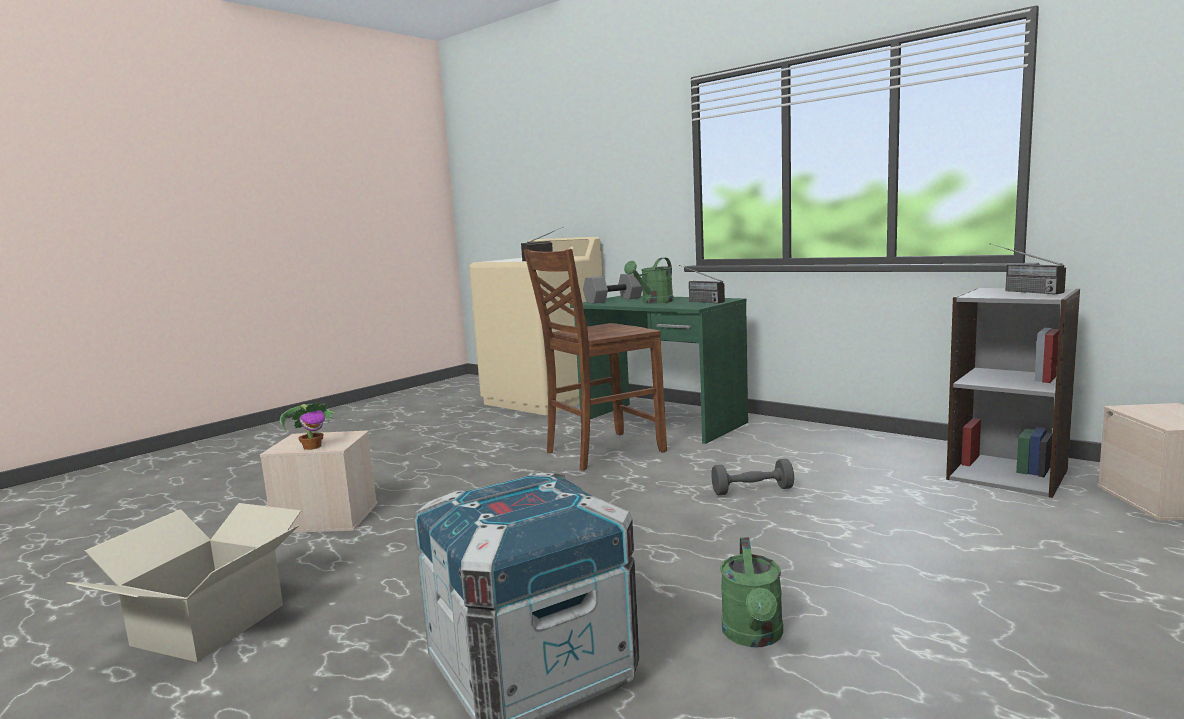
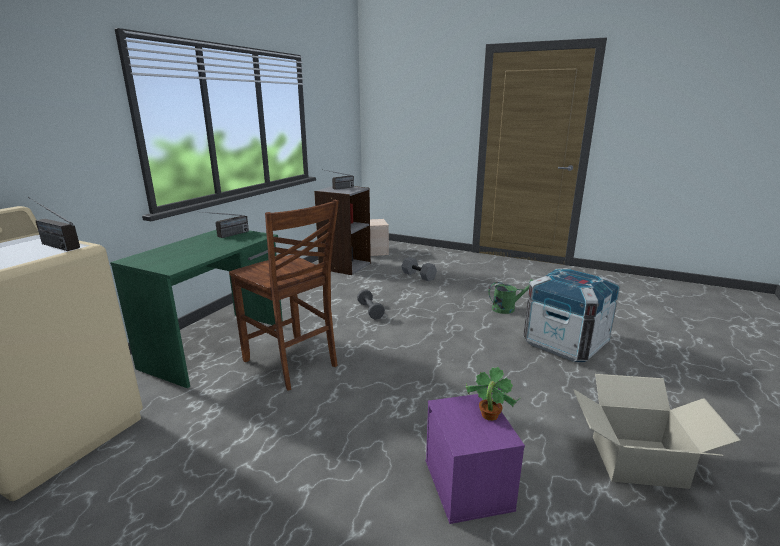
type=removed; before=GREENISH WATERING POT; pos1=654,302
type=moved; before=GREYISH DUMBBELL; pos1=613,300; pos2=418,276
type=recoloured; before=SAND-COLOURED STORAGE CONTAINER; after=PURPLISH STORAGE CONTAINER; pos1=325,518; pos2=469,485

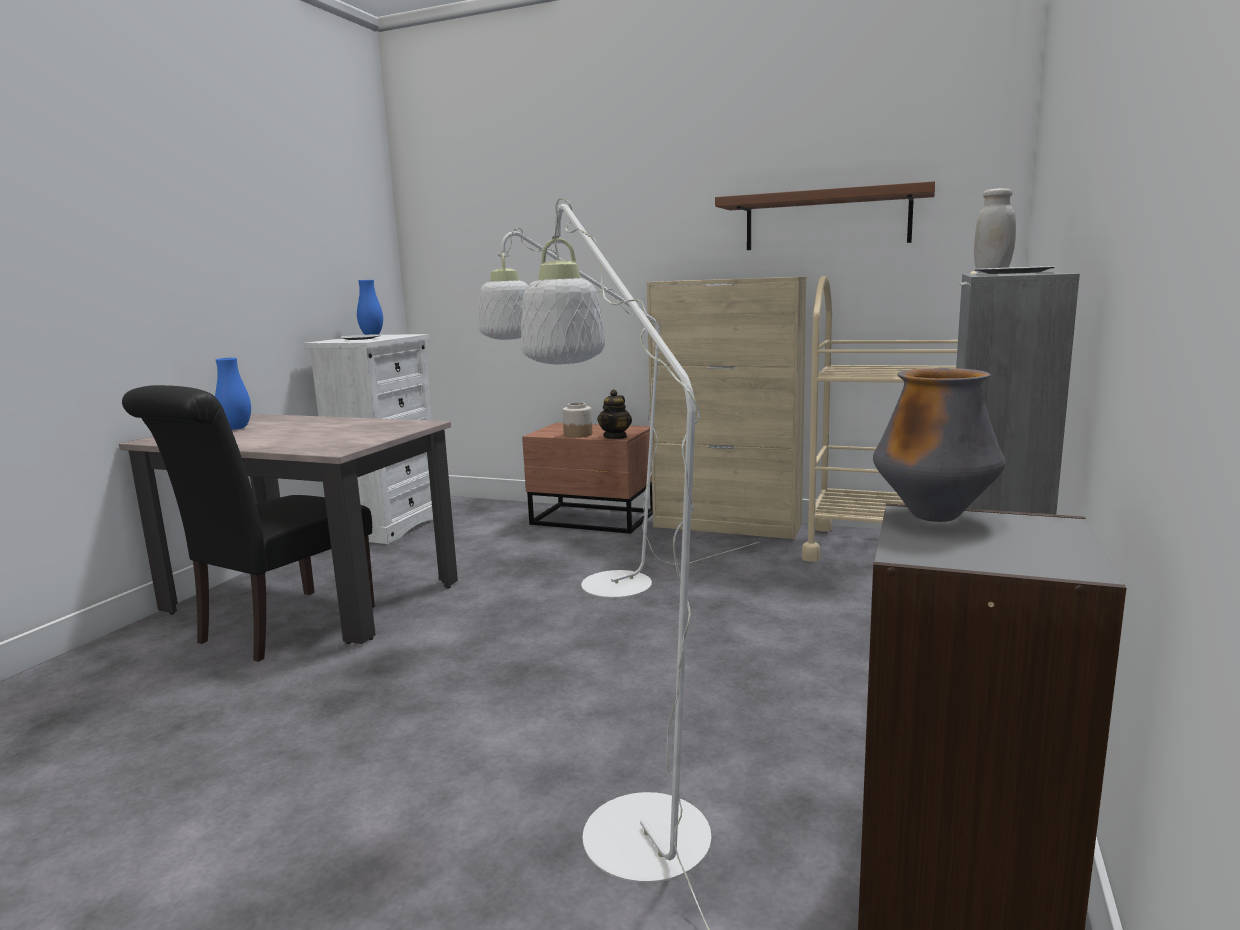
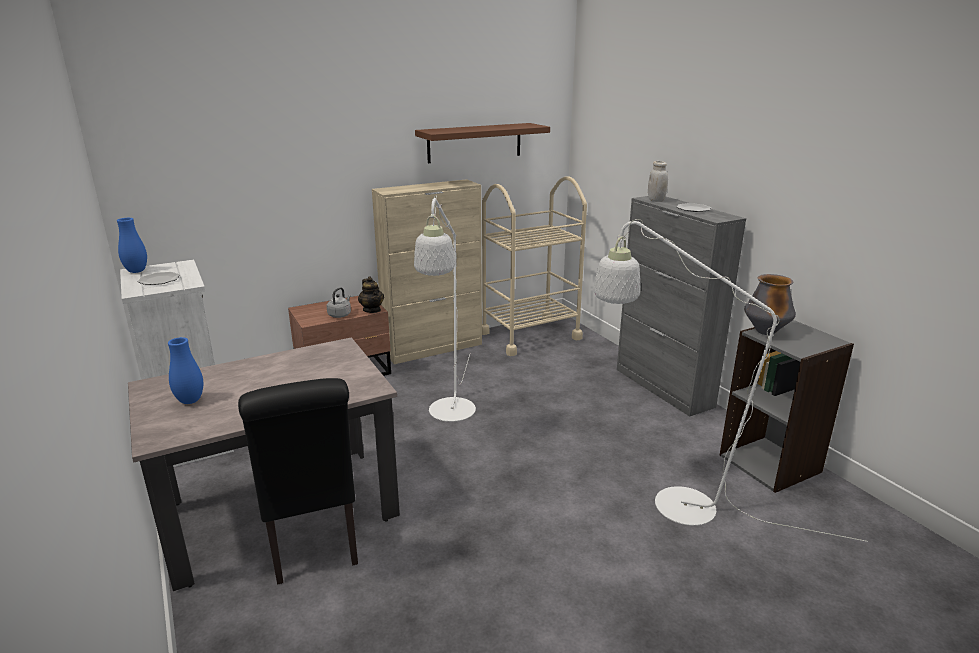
type=replaced; before=JAR; after=GREYISH WATER KETTLE; pos1=578,434; pos2=340,315

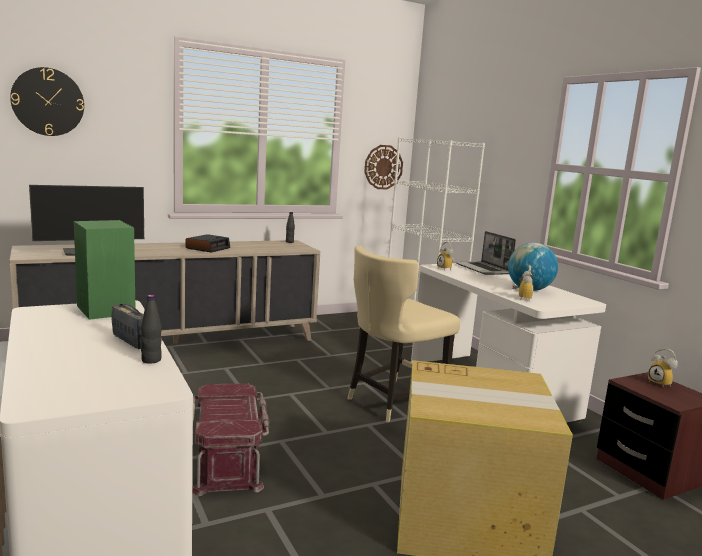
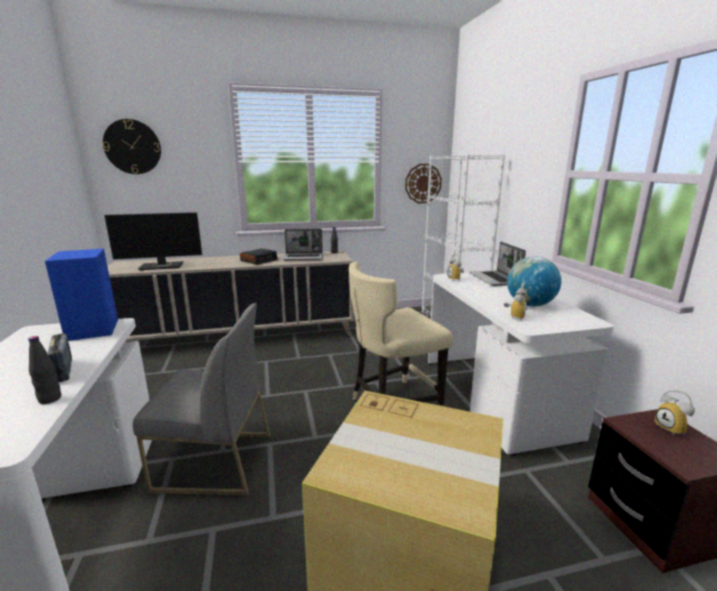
type=recoloured; before=GREENISH SPEAKER; after=BLUISH SPEAKER; pos1=105,309; pos2=93,329
type=replaced; before=RED-COLOURED STORAGE CONTAINER; after=GREYISH UPRIGHT CHAIR; pos1=229,459; pos2=213,462
type=added; after=PORTABLE COMPUTER; pos2=304,257

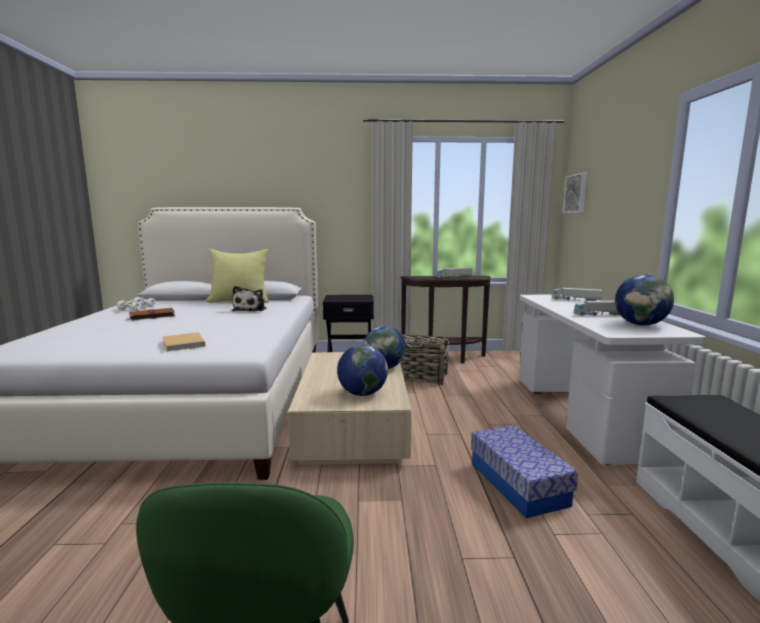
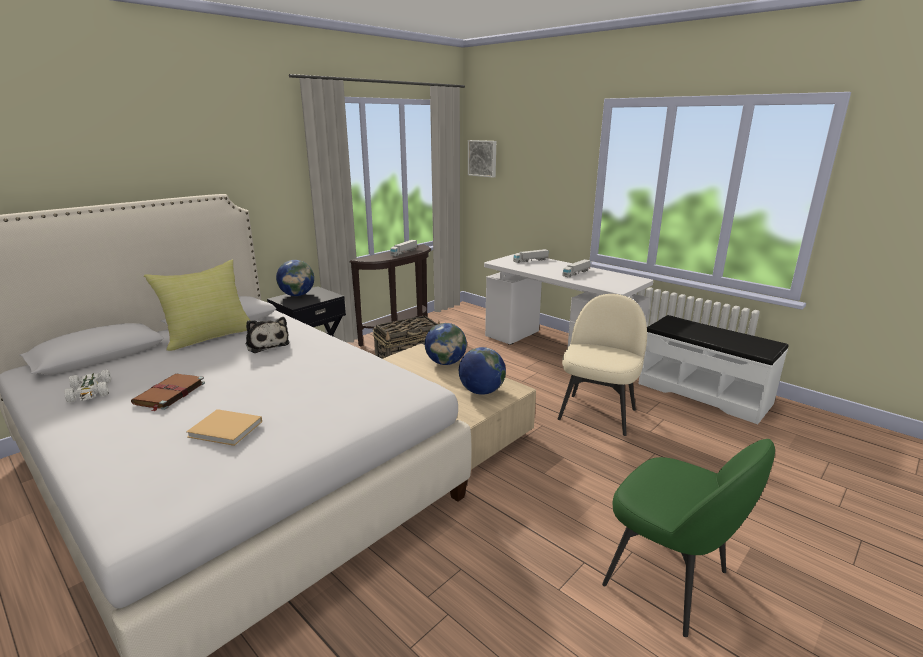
type=moved; before=GLOBE; pos1=640,324; pos2=297,295
type=moved; before=SAND-COLOURED BOUND BOOK; pos1=183,344; pos2=227,429
type=replaced; before=STORAGE CONTAINER; after=SAND-COLOURED UPRIGHT CHAIR; pos1=518,484; pos2=598,413

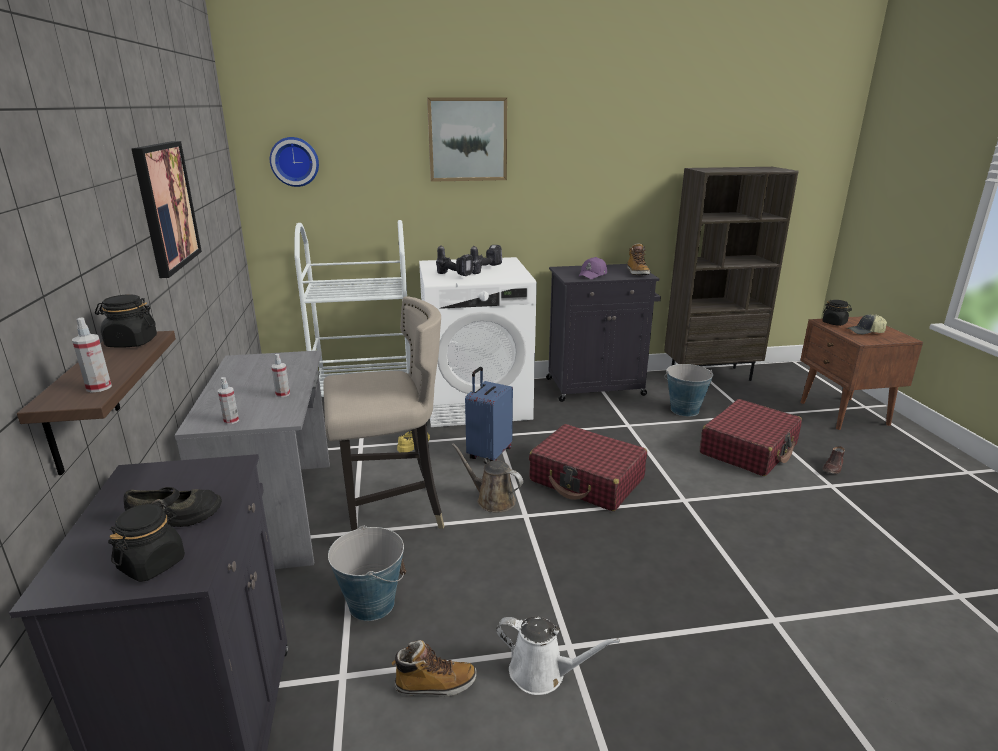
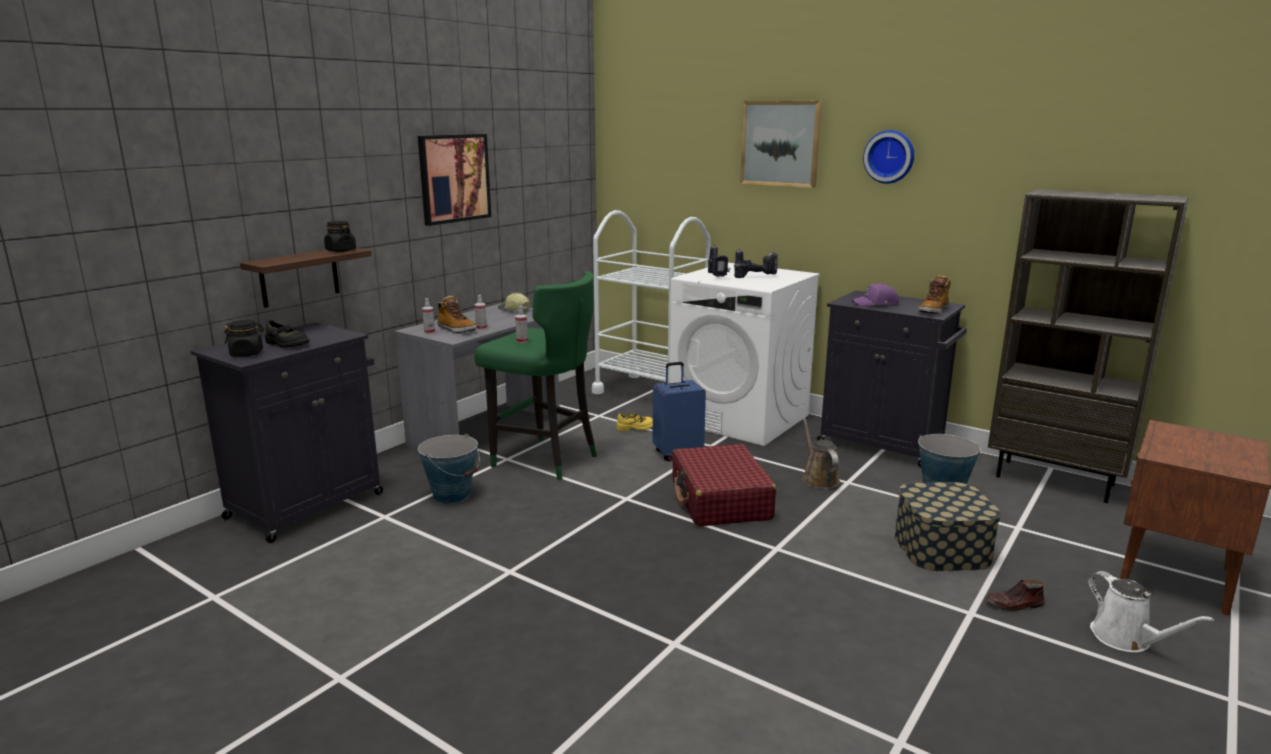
type=moved; before=HANGING CLOCK; pos1=295,161; pos2=890,156
type=recoloured; before=SAND-COLOURED STOOL; after=GREENISH STOOL; pos1=391,514; pos2=544,459
type=removed; before=BLACK JAR; pos1=834,323
type=moved; before=CAP; pos1=865,332; pos2=513,310
type=moved; before=SPRAYER; pos1=99,387; pos2=522,341
type=replaced; before=RED-COLOURED SUITCASE; after=STORAGE CONTAINER; pos1=749,449; pos2=941,548
type=moved; before=BROWN-COLOURED WATERING POT; pos1=492,500; pos2=818,479
type=moved; before=WHITISH WATERING POT; pos1=542,673; pos2=1125,639
type=moved; before=HIGH-TOP BOOT; pos1=435,685; pos2=456,330

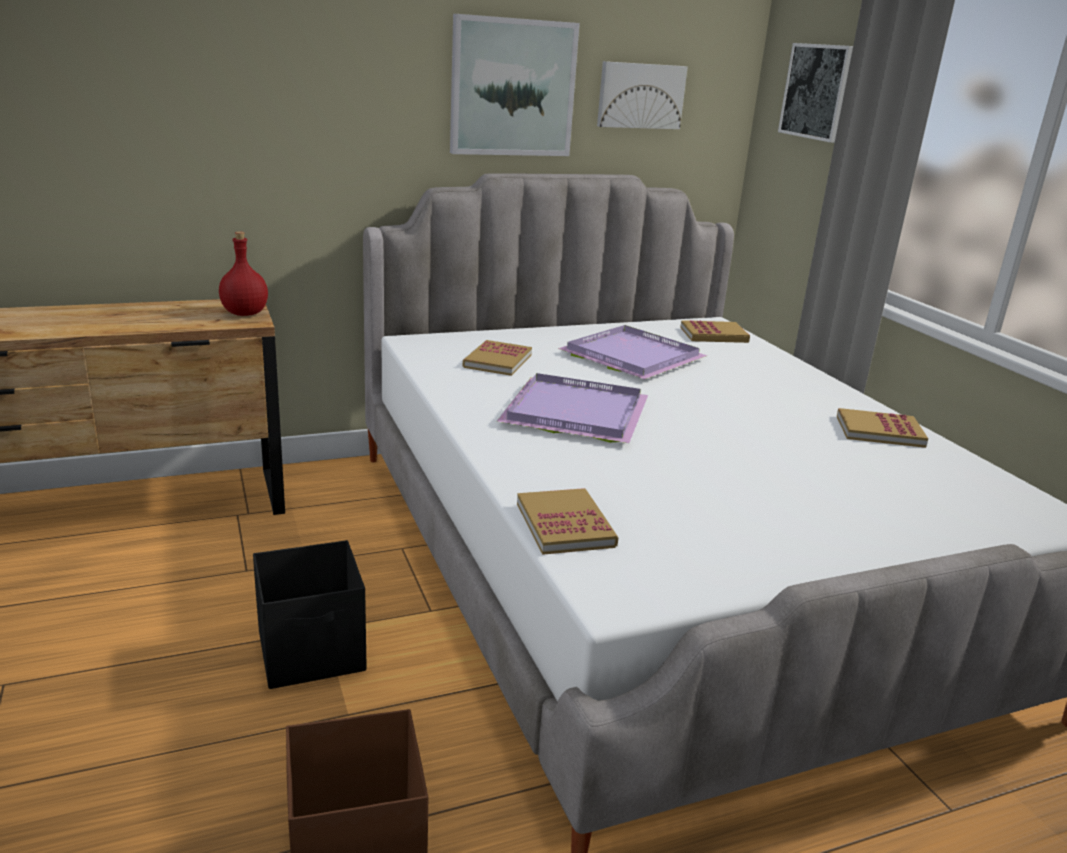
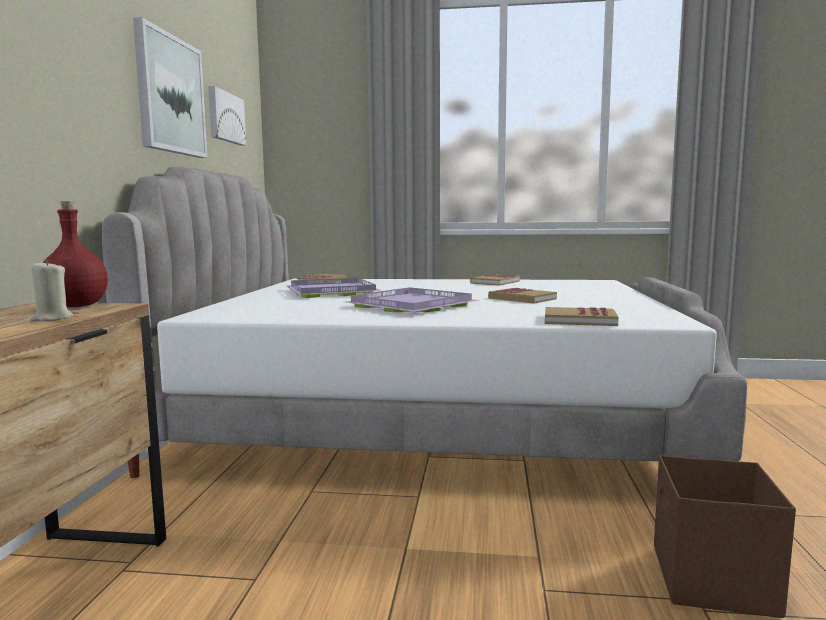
type=removed; before=WALL ART; pos1=819,92
type=moved; before=BOUND BOOK; pos1=497,361; pos2=522,298
type=removed; before=BLACK STORAGE CONTAINER; pos1=313,653
type=added; after=SAND-COLOURED WAX LIGHT; pos2=51,319

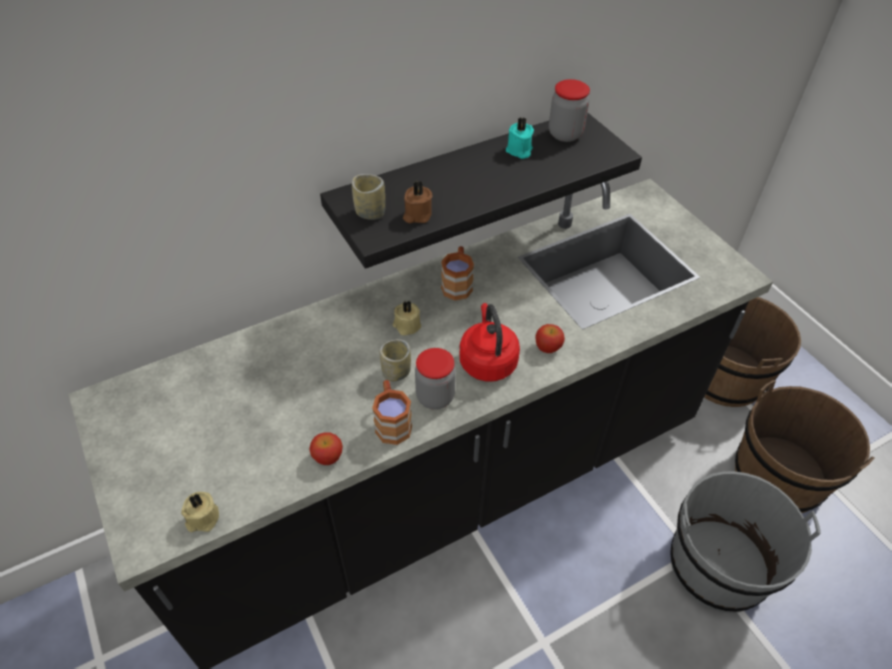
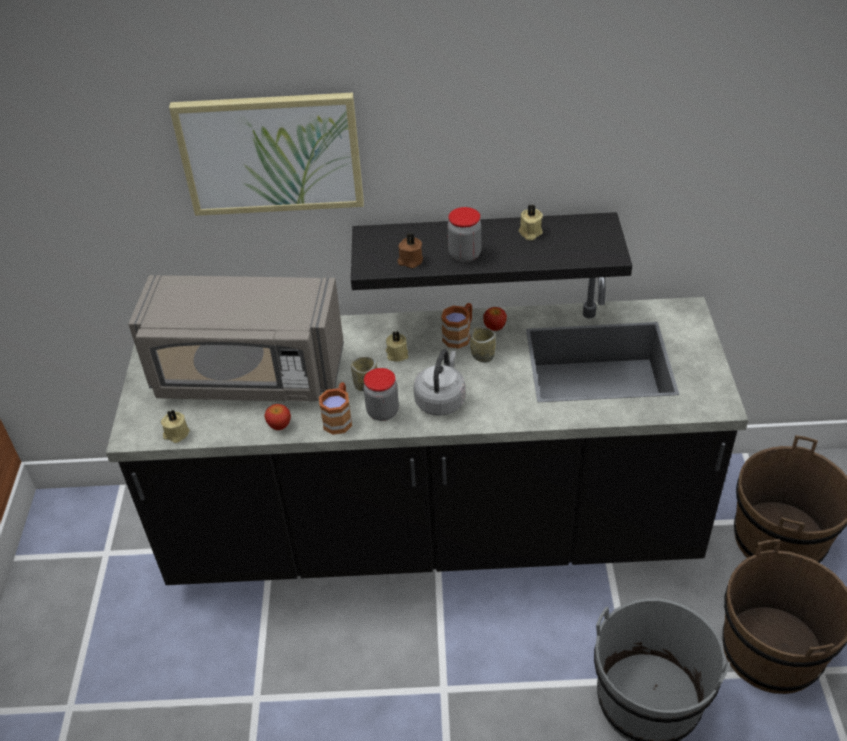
type=moved; before=JAR; pos1=565,134; pos2=464,254
type=recoloured; before=TURQUOISE WAX LIGHT; after=SAND-COLOURED WAX LIGHT; pos1=519,151; pos2=530,233
type=moved; before=DRINKING CUP; pos1=370,212; pos2=483,356
type=recoloured; before=RED-COLOURED WATER KETTLE; after=GREYISH WATER KETTLE; pos1=487,361; pos2=441,400
type=moved; before=APPLE FRUIT; pos1=548,347; pos2=495,327
type=added; after=WALL ART; pos2=271,153
type=added; after=GREYISH MICROWAVE; pos2=248,375

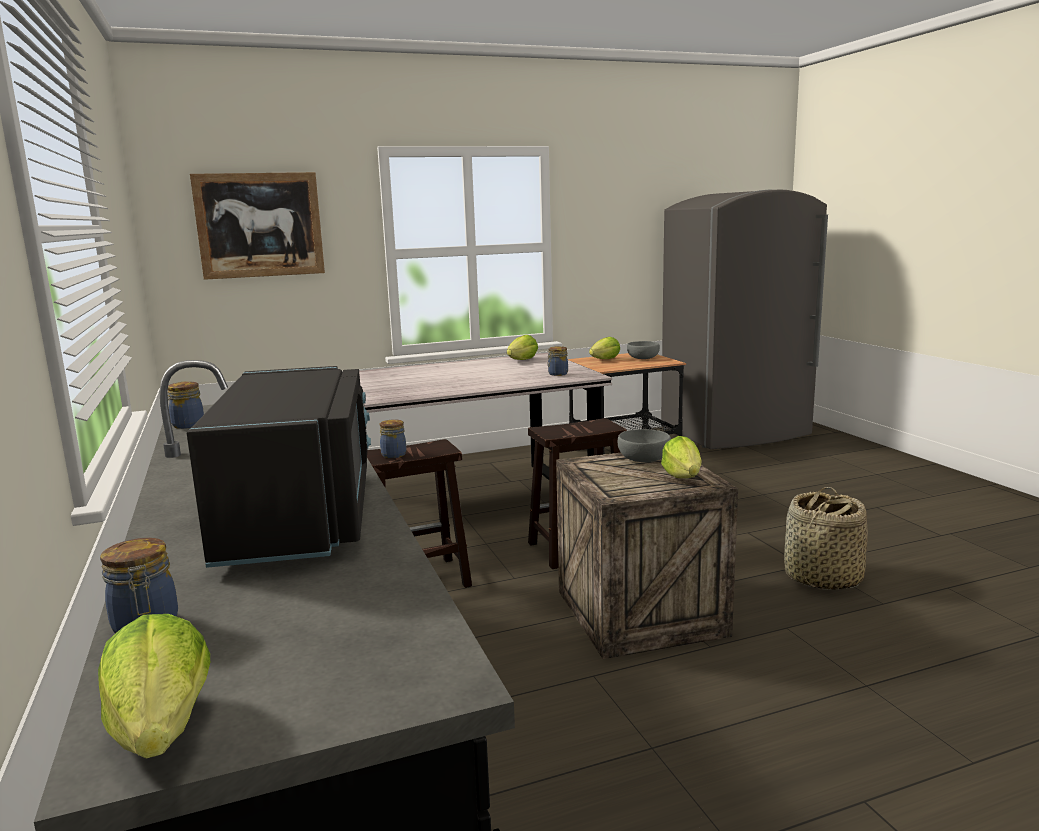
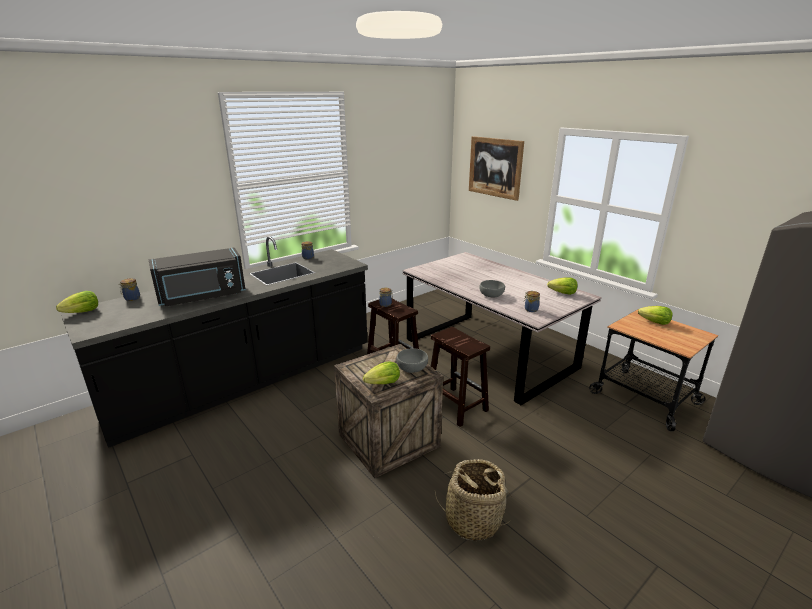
type=moved; before=GREYISH SERVING BOWL; pos1=642,358; pos2=491,295

